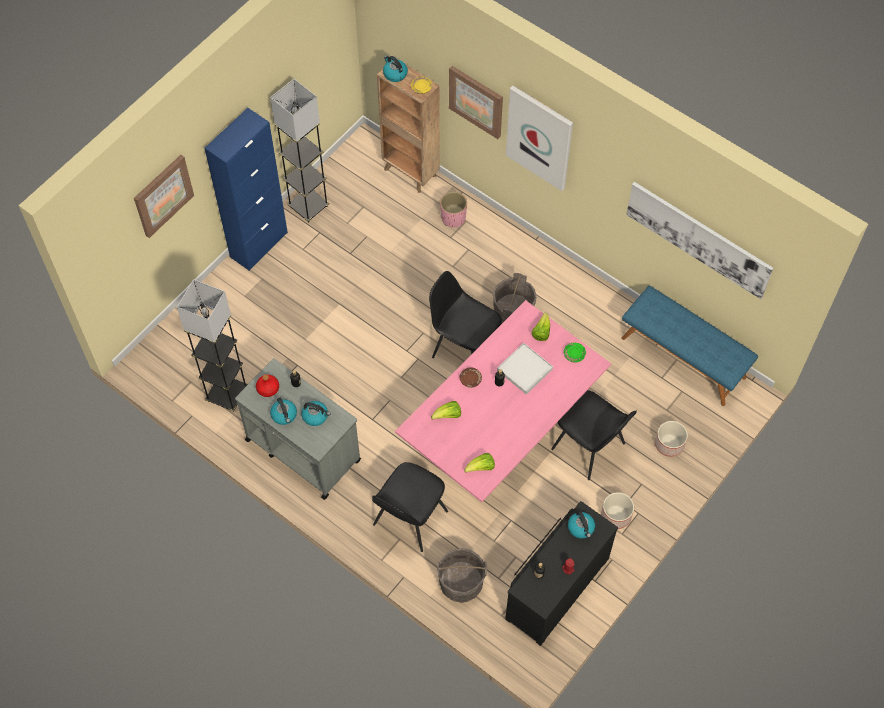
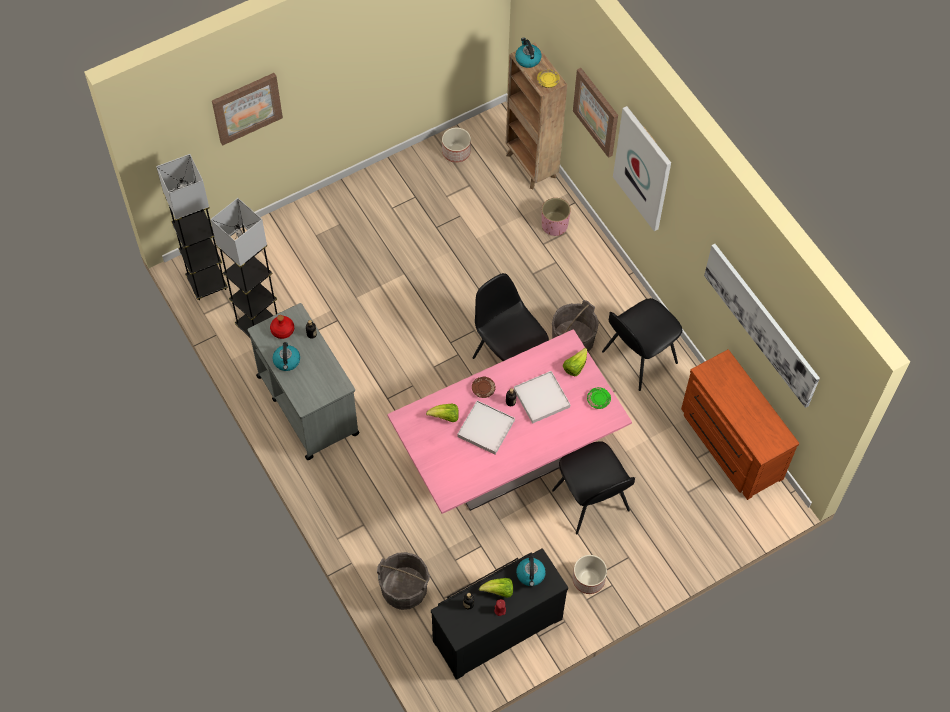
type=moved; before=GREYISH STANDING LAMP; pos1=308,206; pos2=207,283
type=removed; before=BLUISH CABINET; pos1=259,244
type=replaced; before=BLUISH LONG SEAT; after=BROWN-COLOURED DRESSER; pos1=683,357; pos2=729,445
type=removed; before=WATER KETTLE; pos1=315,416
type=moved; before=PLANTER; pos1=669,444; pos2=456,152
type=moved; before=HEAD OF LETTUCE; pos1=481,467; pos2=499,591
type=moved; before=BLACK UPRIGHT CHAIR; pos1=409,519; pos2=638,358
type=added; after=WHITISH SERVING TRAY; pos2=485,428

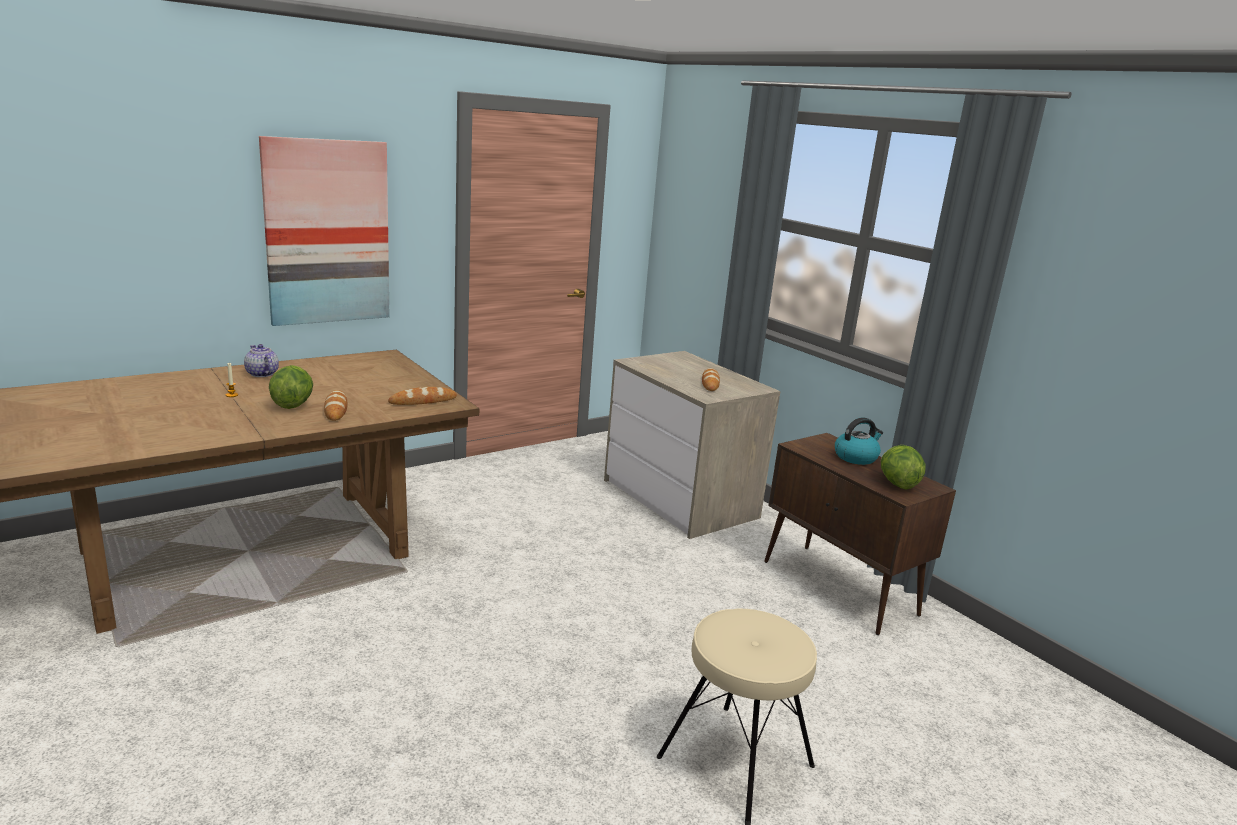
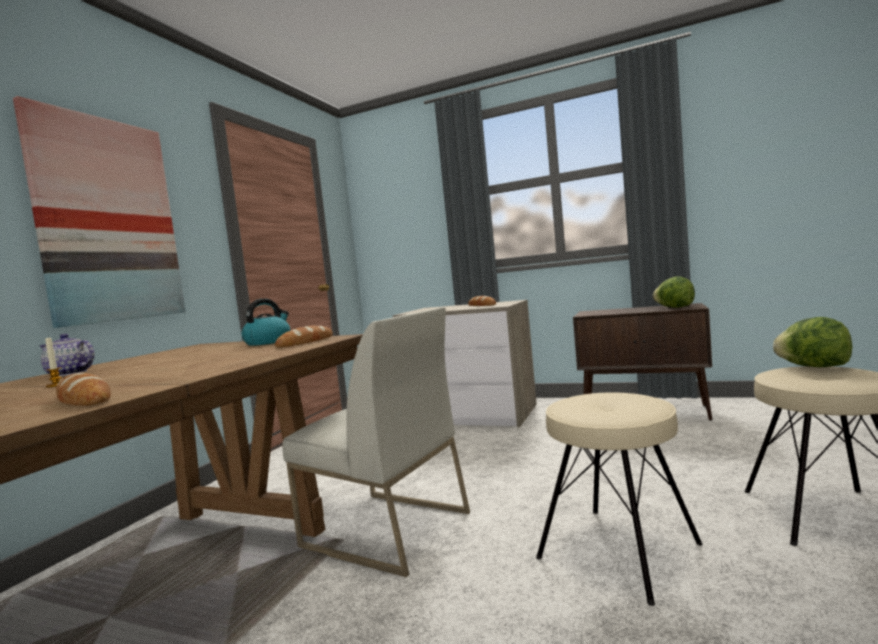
type=moved; before=HEAD OF LETTUCE; pos1=292,405; pos2=814,367
type=moved; before=BREAD; pos1=336,409; pos2=84,399
type=moved; before=WATER KETTLE; pos1=856,457; pos2=268,342
type=added; after=WHITISH UPRIGHT CHAIR; pos2=385,530
type=added; after=SAND-COLOURED STOOL; pos2=620,550

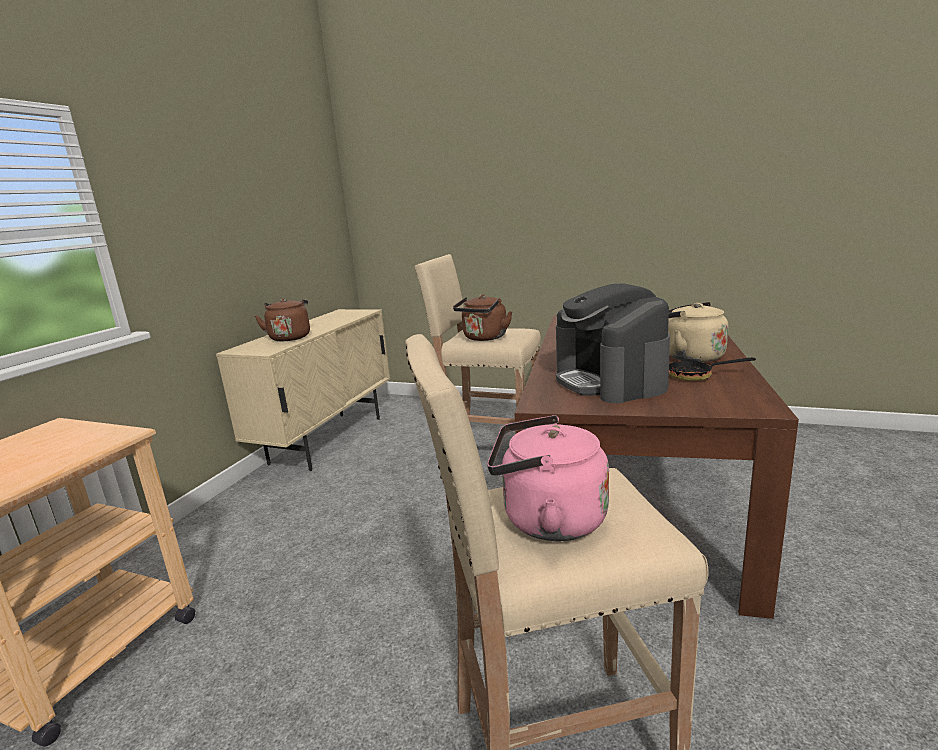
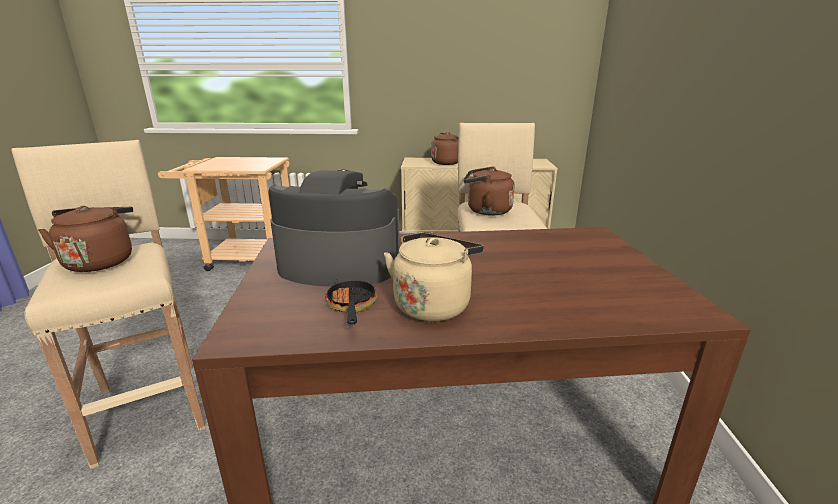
type=turned; before=COFFEE MACHINE; pos1=610,381; pos2=339,264; turn=45
type=recoloured; before=PINK-COLOURED WATER KETTLE; after=BROWN-COLOURED WATER KETTLE; pos1=547,520; pos2=101,261

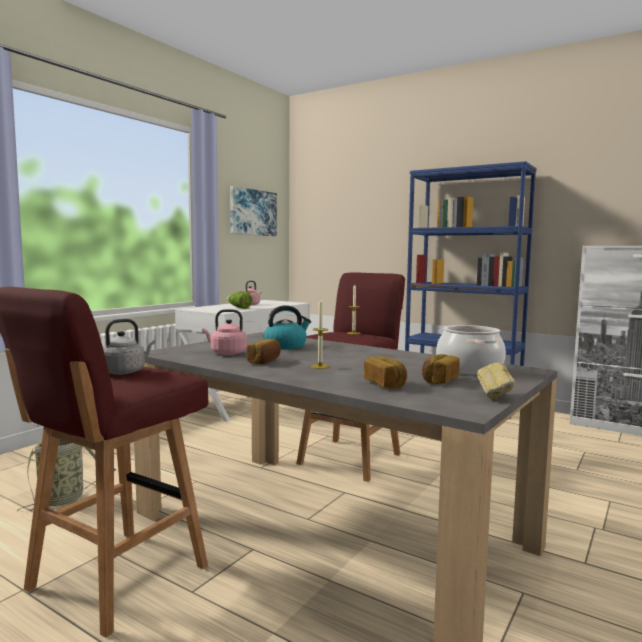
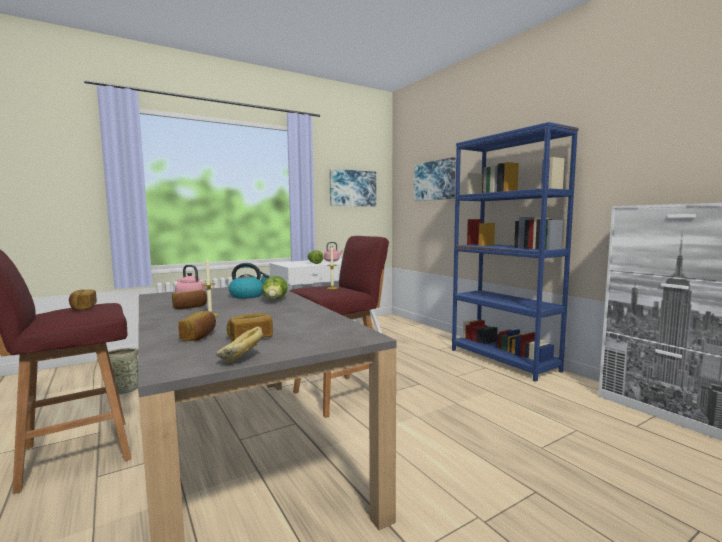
type=replaced; before=GREYISH WATER KETTLE; after=BREAD; pos1=125,371; pos2=82,307
type=removed; before=STOCKPOT; pos1=469,369
type=added; after=WALL ART; pos2=434,180
type=added; after=HEAD OF LETTUCE; pos2=275,300

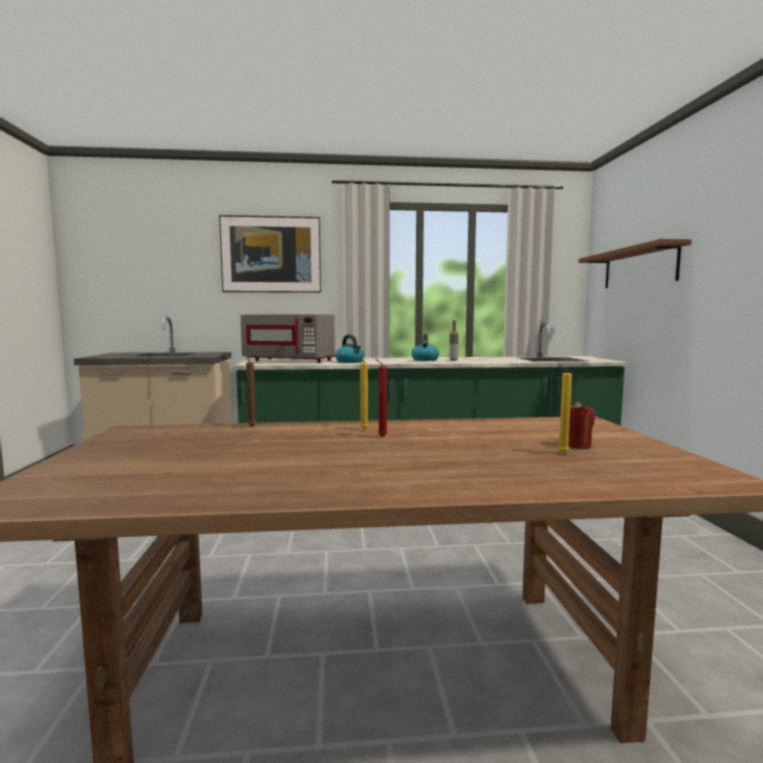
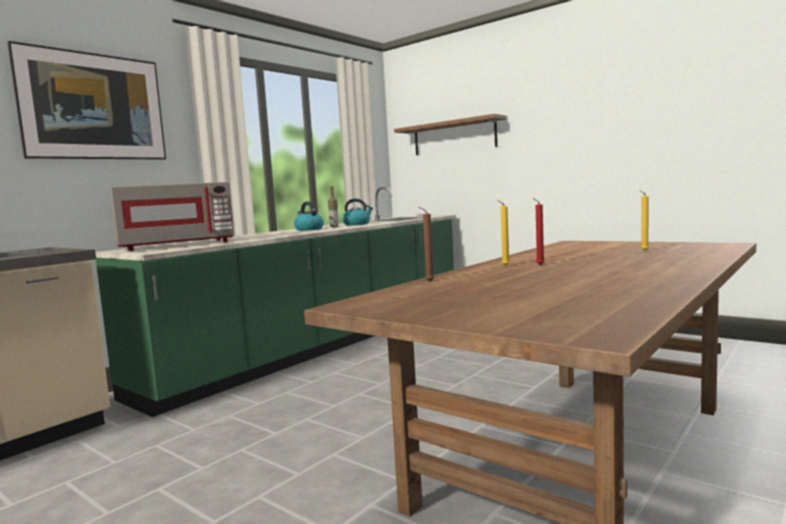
type=moved; before=WATER KETTLE; pos1=350,362; pos2=357,224
type=removed; before=RED-COLOURED WAX LIGHT; pos1=575,445

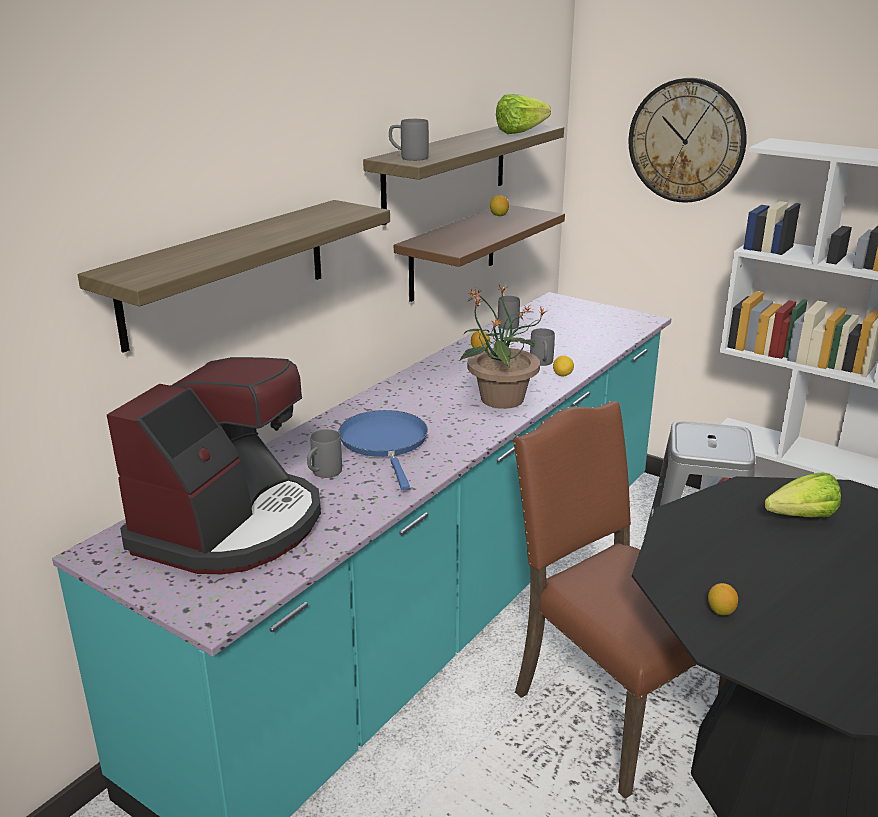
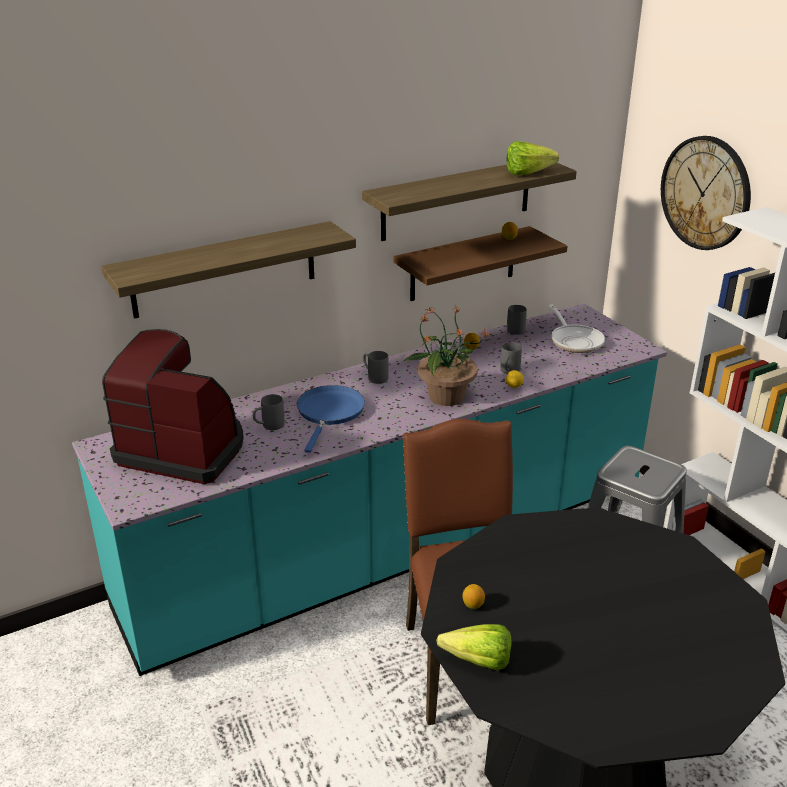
type=moved; before=GREYISH COFFEE MUG; pos1=408,157; pos2=374,377
type=turned; before=COFFEE MACHINE; pos1=230,526; pos2=183,449; turn=-120
type=moved; before=HEAD OF LETTUCE; pos1=795,517; pos2=472,659
type=added; after=PAN; pos2=575,340

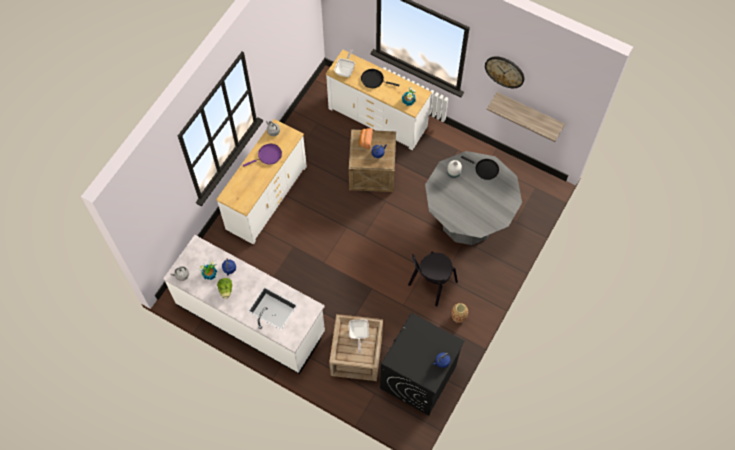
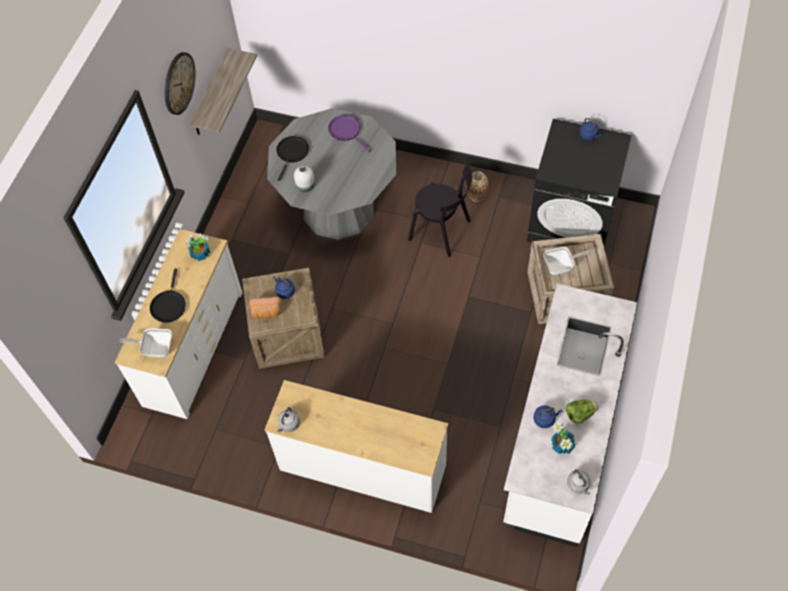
type=moved; before=PURPLISH PAN; pos1=268,156; pos2=346,131

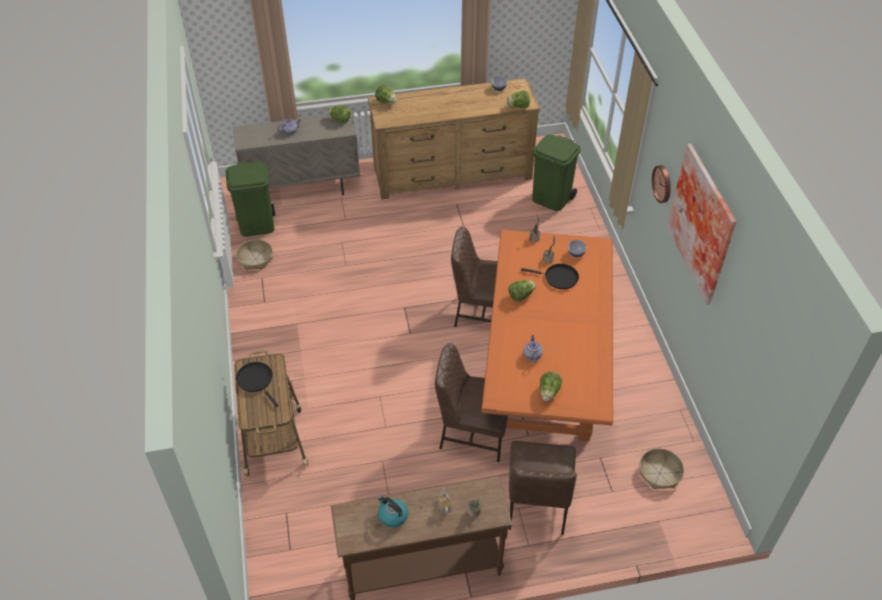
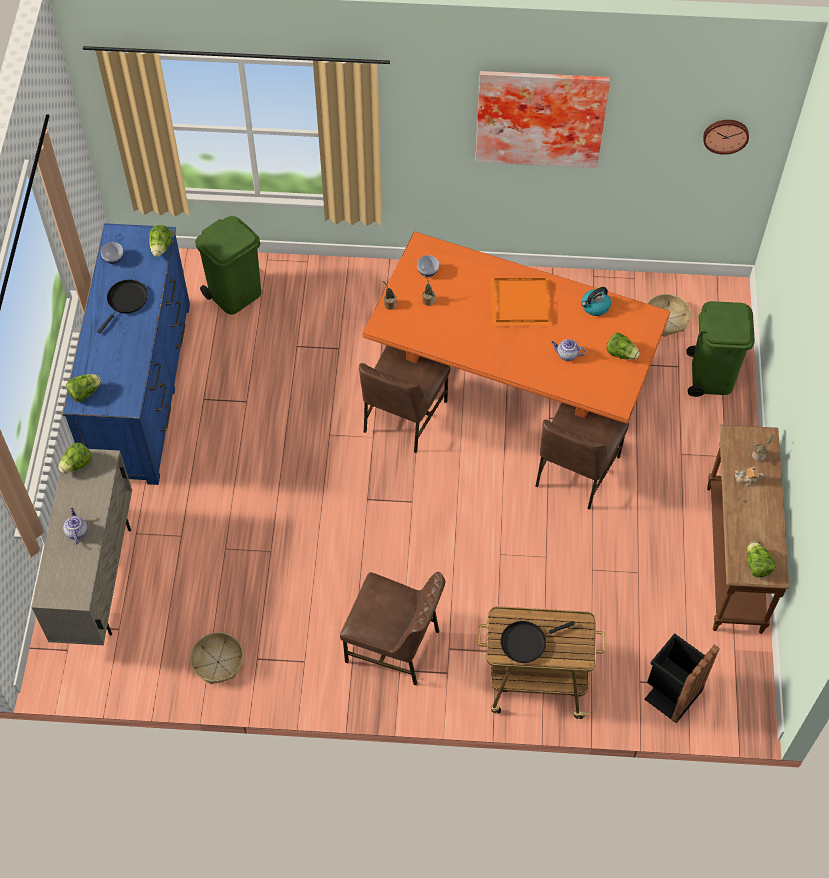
type=recoloured; before=BROWN-COLOURED DRESSER; after=BLUISH DRESSER; pos1=452,173; pos2=141,389
type=moved; before=GREENISH RUBBISH BIN; pos1=257,225; pos2=711,376
type=moved; before=HANGING CLOCK; pos1=663,183; pos2=725,135
type=moved; before=BLACK PAN; pos1=558,278; pos2=126,301
type=moved; before=HEAD OF LETTUCE; pos1=521,295; pos2=757,565
type=moved; before=BROWN-COLOURED UPRIGHT CHAIR; pos1=537,504; pos2=394,646
type=moved; before=WATER KETTLE; pos1=392,516; pos2=595,307
type=added; after=ORANGE-COLOURED SERVING TRAY; pos2=519,301
type=added; after=BLACK RUBBISH BIN; pos2=670,693

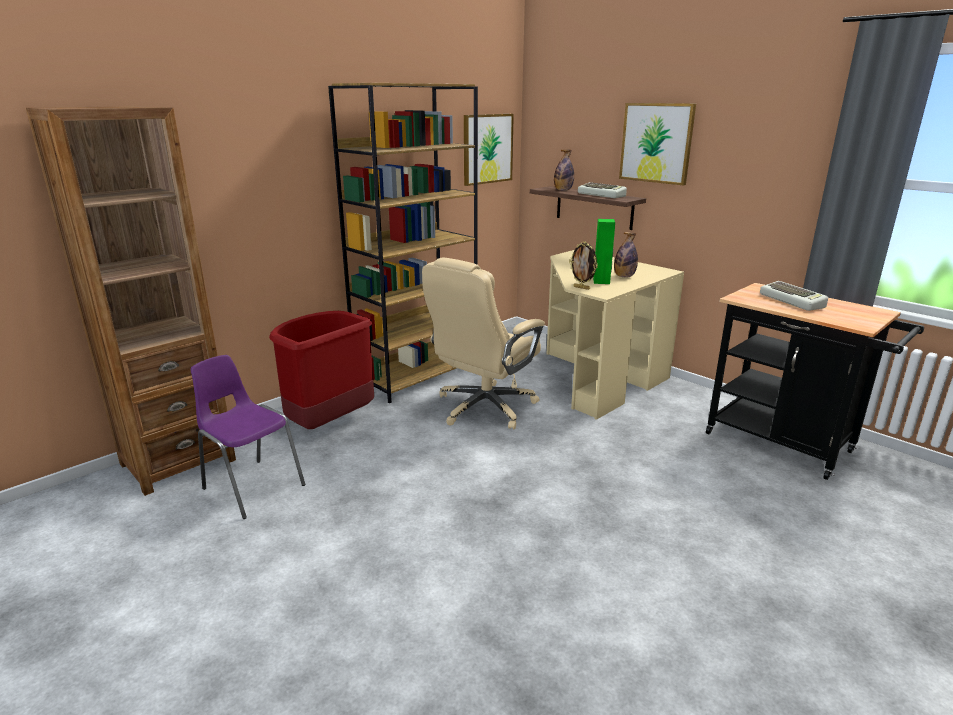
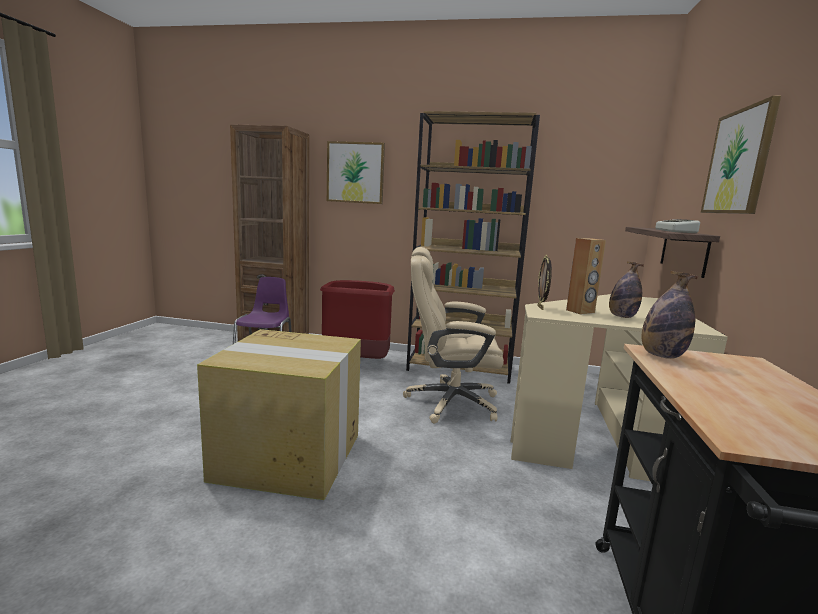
type=moved; before=WALL ART; pos1=487,149; pos2=355,172
type=moved; before=BEVERAGE BOTTLE; pos1=563,190; pos2=661,356
type=recoloured; before=GREENISH SPEAKER; after=BROWN-COLOURED SPEAKER; pos1=601,281; pos2=580,311
type=removed; before=KEYBOARD; pos1=793,301
type=added; after=CARTON; pos2=290,457

